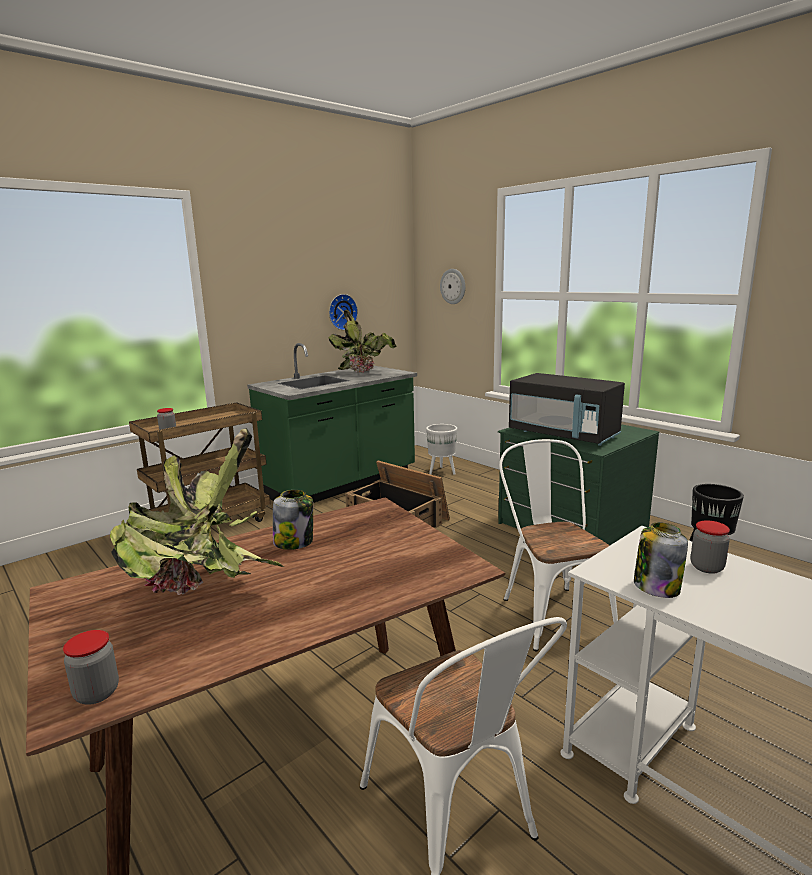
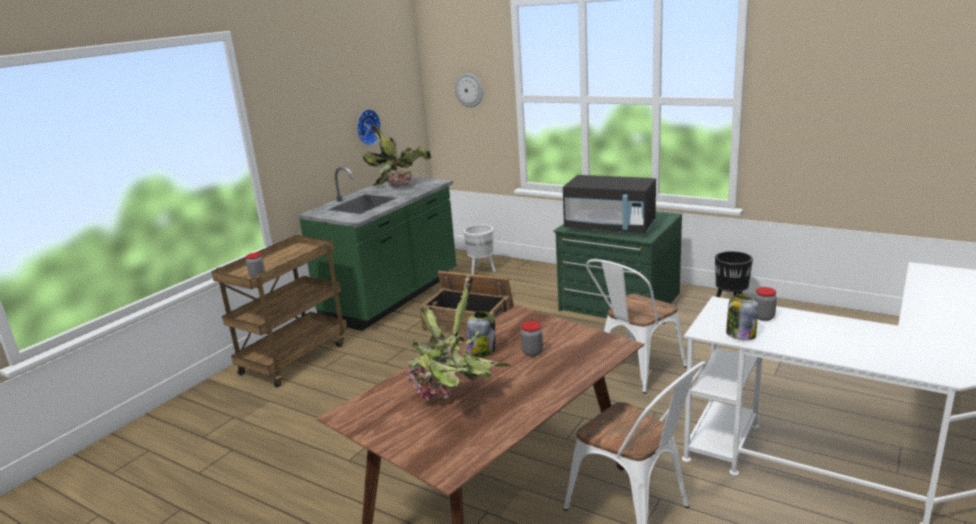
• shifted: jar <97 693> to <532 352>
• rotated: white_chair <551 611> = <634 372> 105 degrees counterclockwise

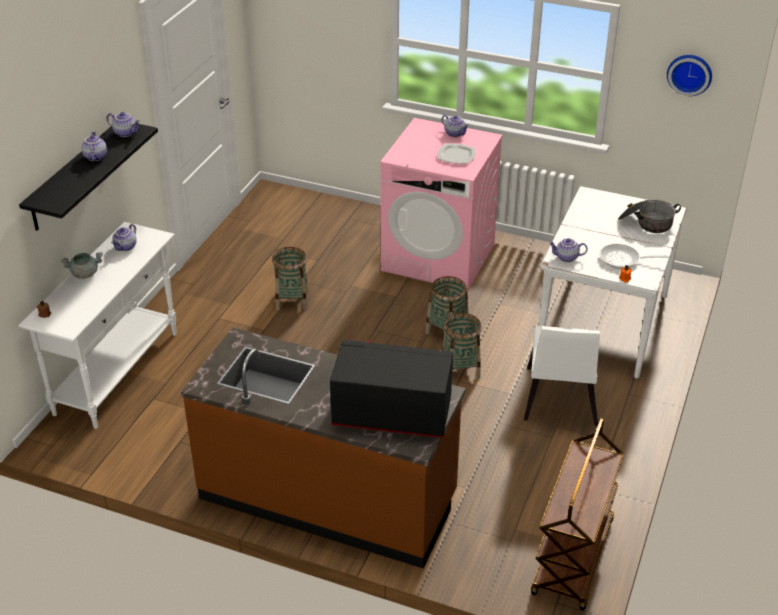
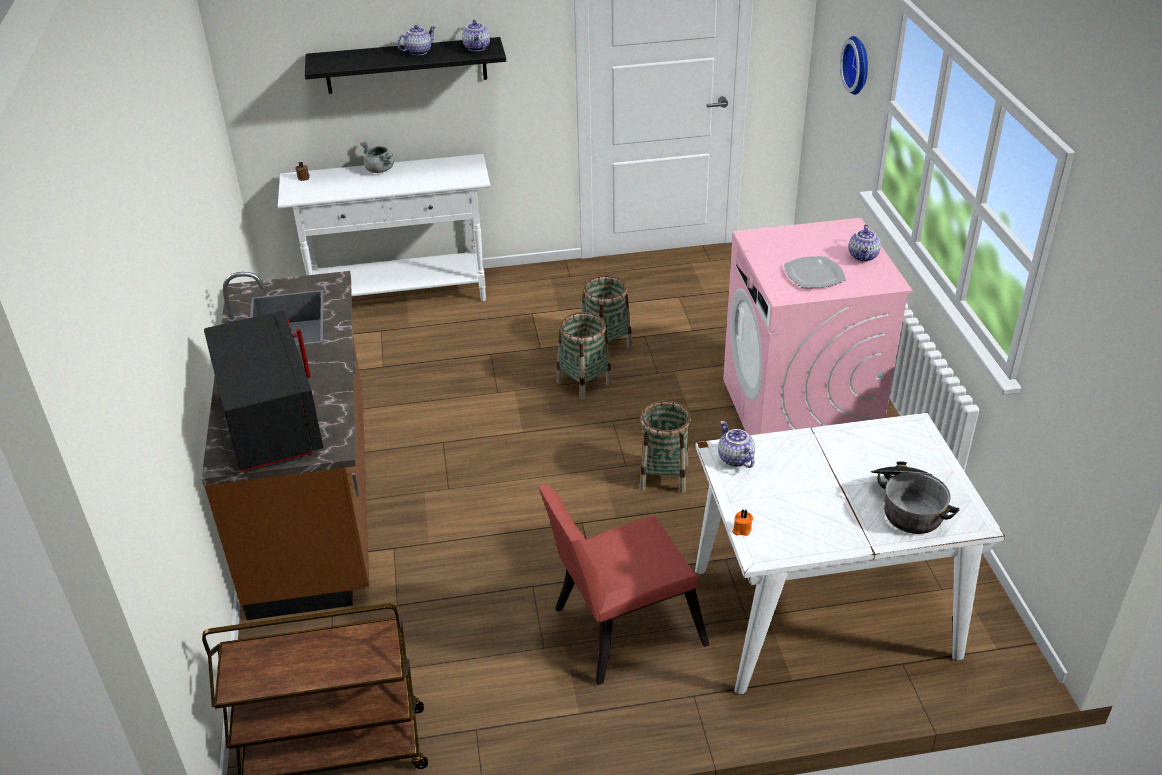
• repainted: white_chair <559 401> to red_chair <620 628>
• shifted: basket <460 369> to <584 383>
• shifted: wall_clock <690 73> to <859 65>
• gone: teapot <126 247>
• gone: frying_pan <623 259>

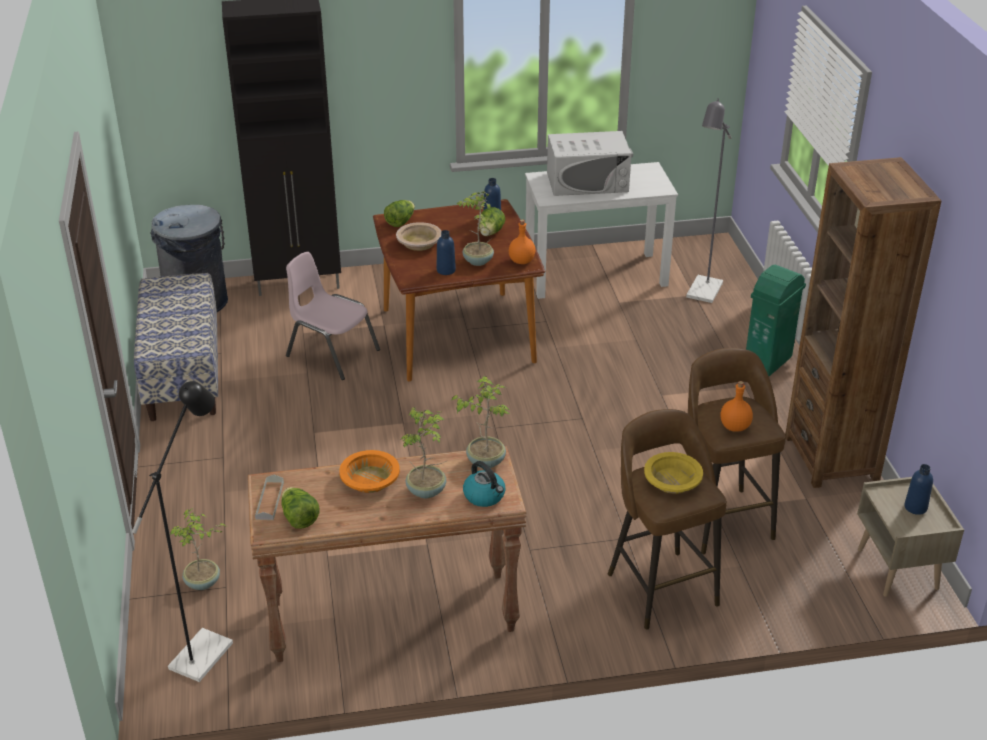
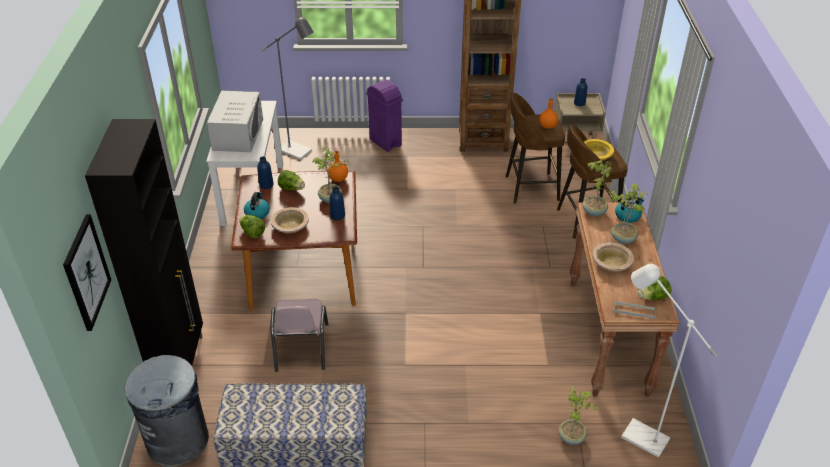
• new: picture <86 272>
• new: kettle <257 213>
• rotated: pink_chair <332 353> = <301 347> 45 degrees counterclockwise
• repainted: green_trash_can <768 361> to purple_trash_can <385 142>
• repainted: orange_bowl <370 479> to beige_bowl <611 262>
• repainted: black_floor_lamp <208 647> to white_floor_lamp <637 434>

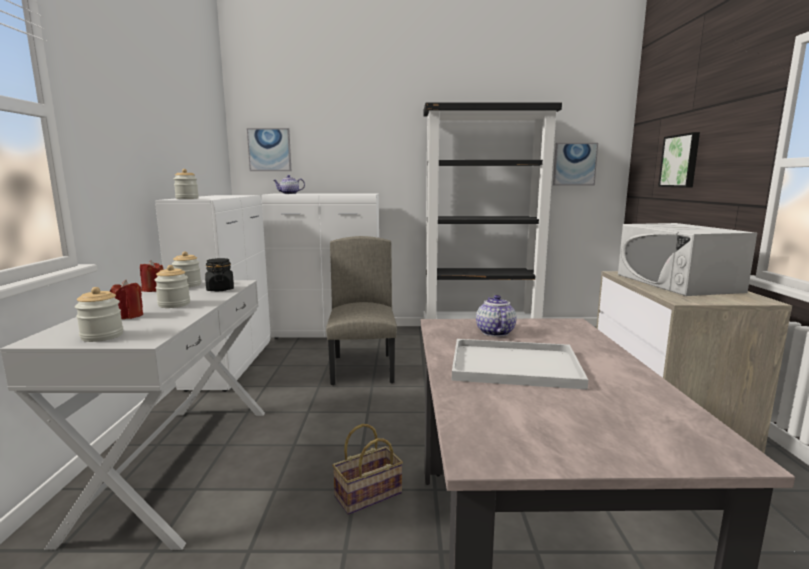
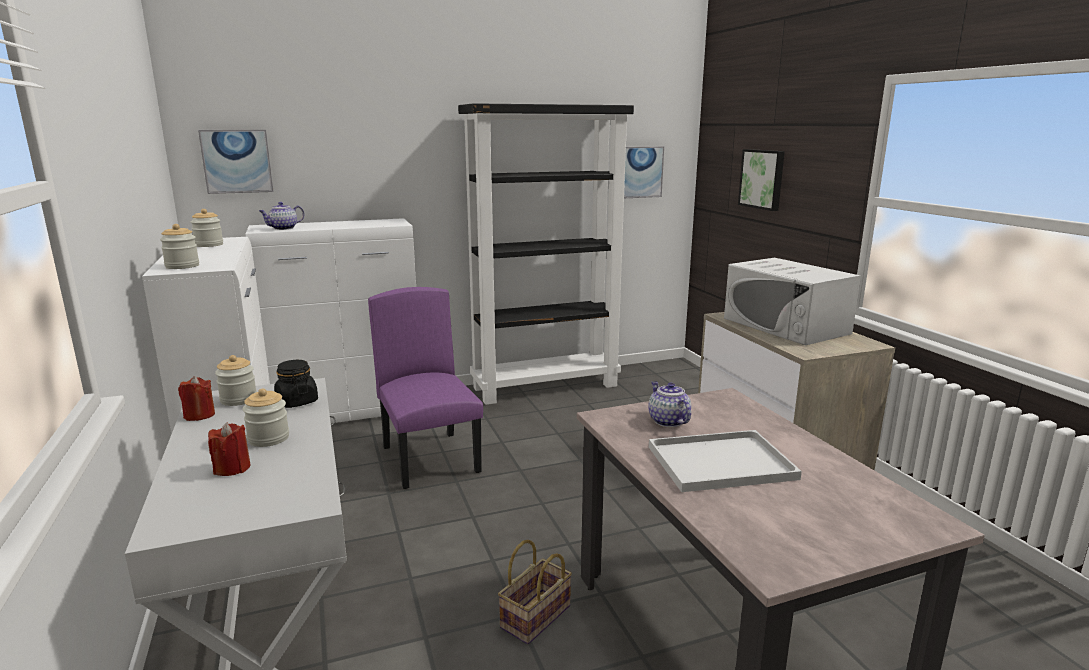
• shifted: jar <102 336> to <209 245>
• repainted: beige_chair <363 369> to purple_chair <431 459>

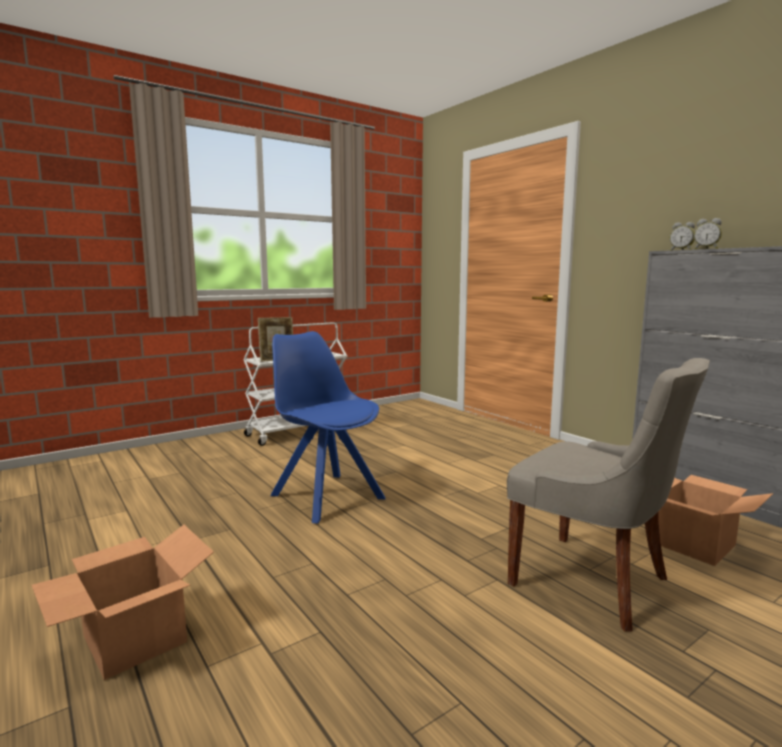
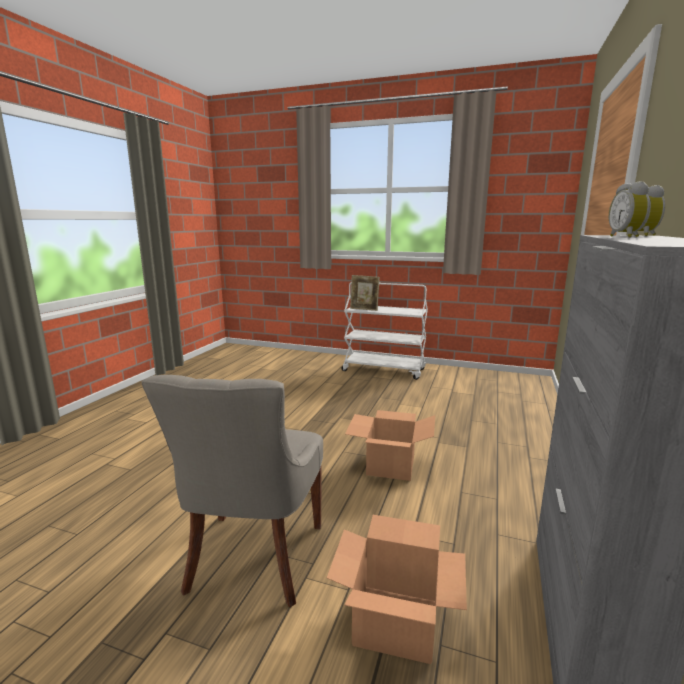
• shifted: cardboard_box <136 639> to <391 466>
• gone: blue_chair <325 496>

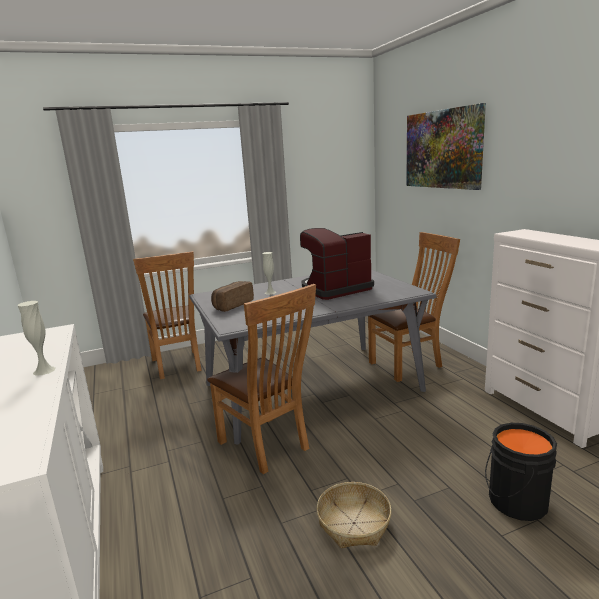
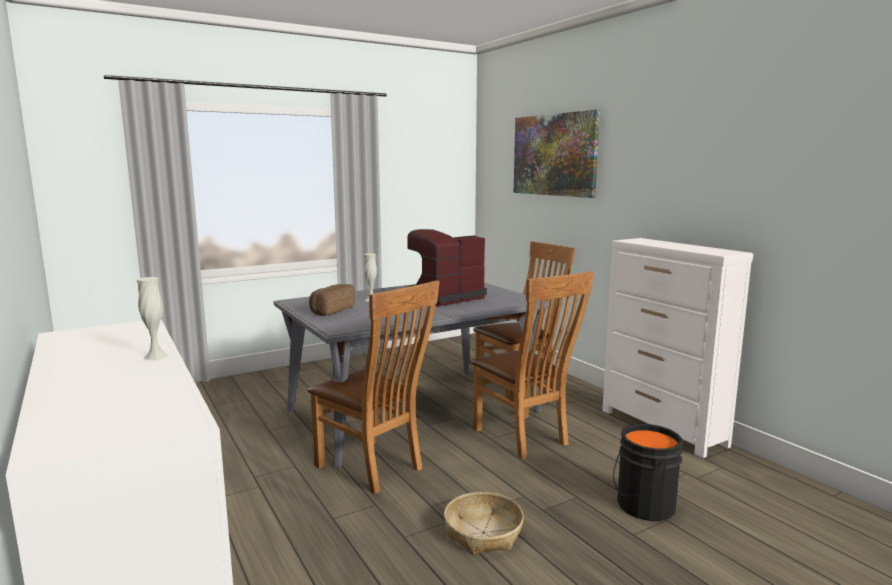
• shifted: brown_chair <177 366> to <524 438>

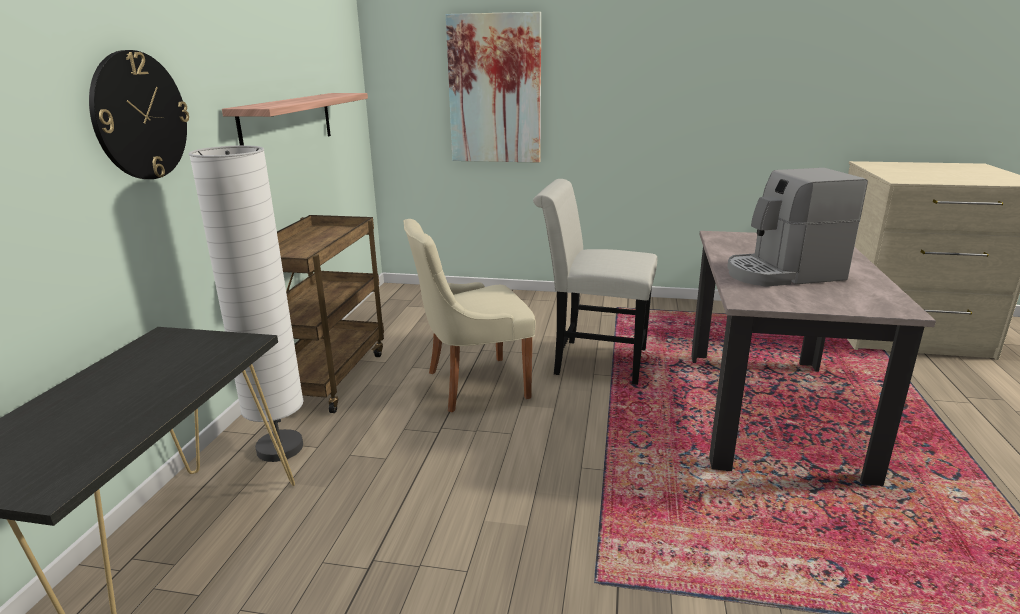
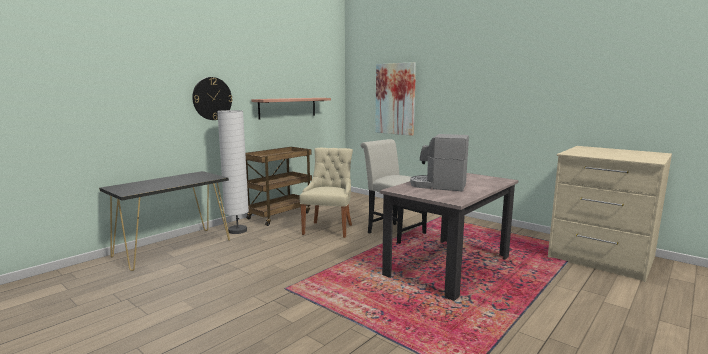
• rotated: beige_chair <473 384> = <329 229> 90 degrees clockwise

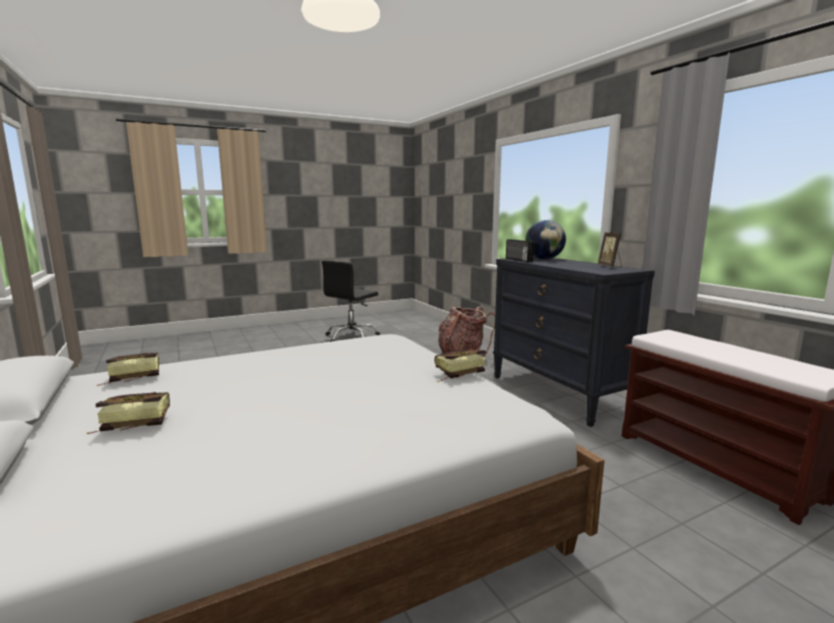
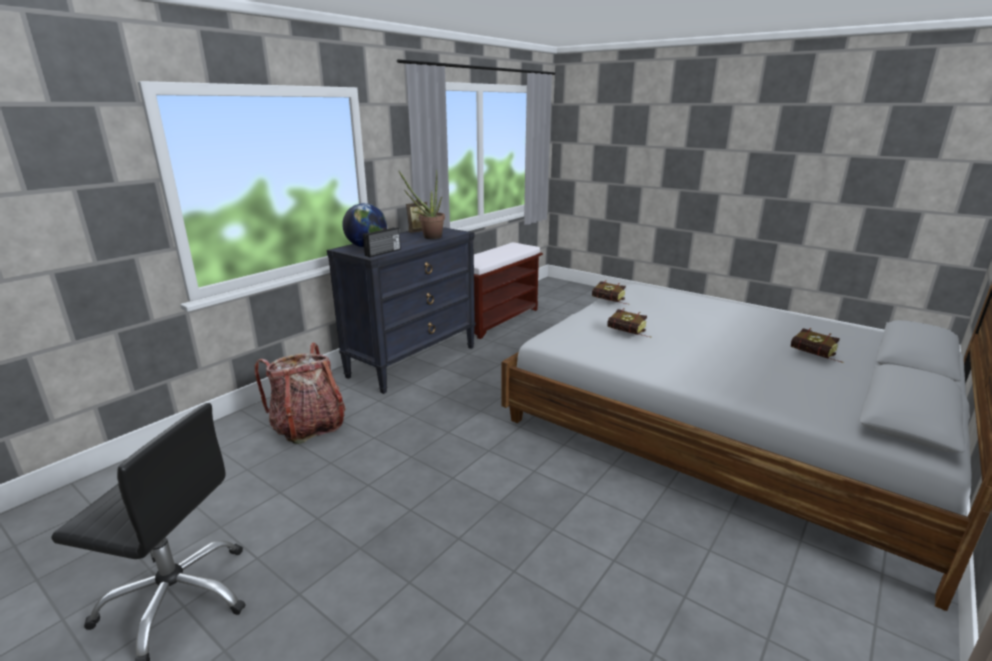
• new: potted_plant <428 237>
• shifted: book <129 379> to <629 334>

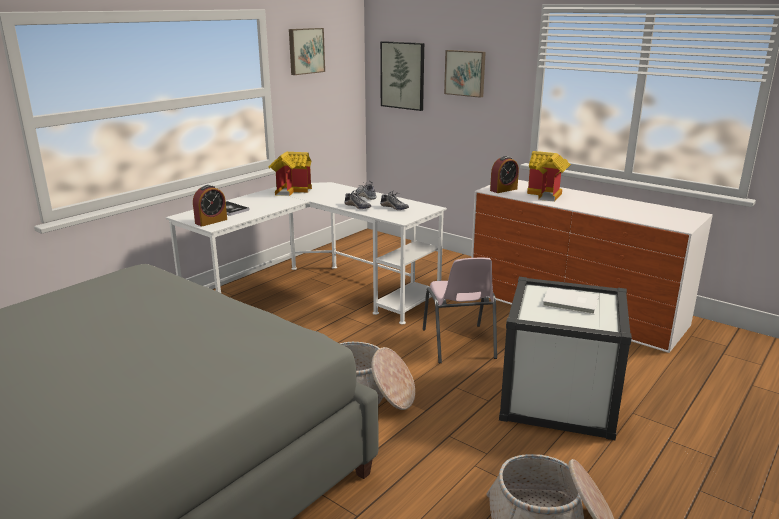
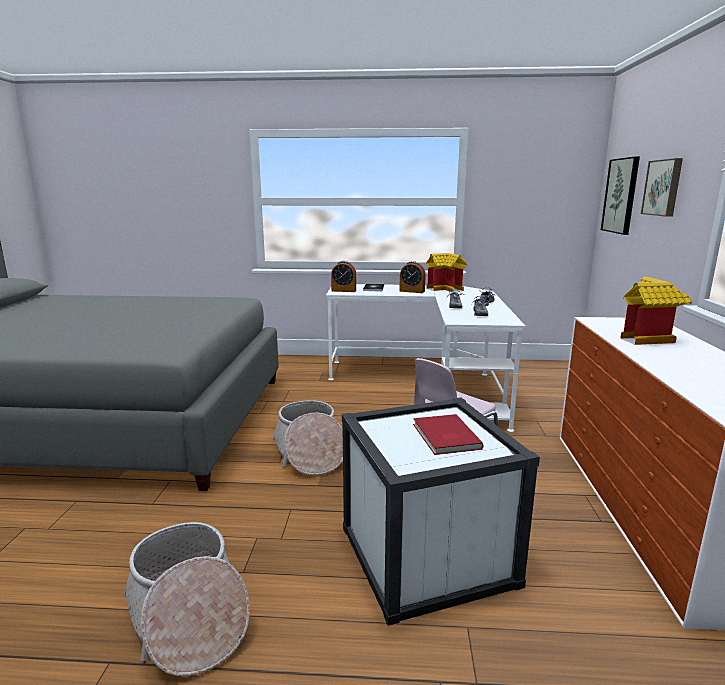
• shifted: alarm_clock <503 189> to <412 291>
• repainted: white_book <571 303> to red_book <444 437>
• gone: picture <305 51>

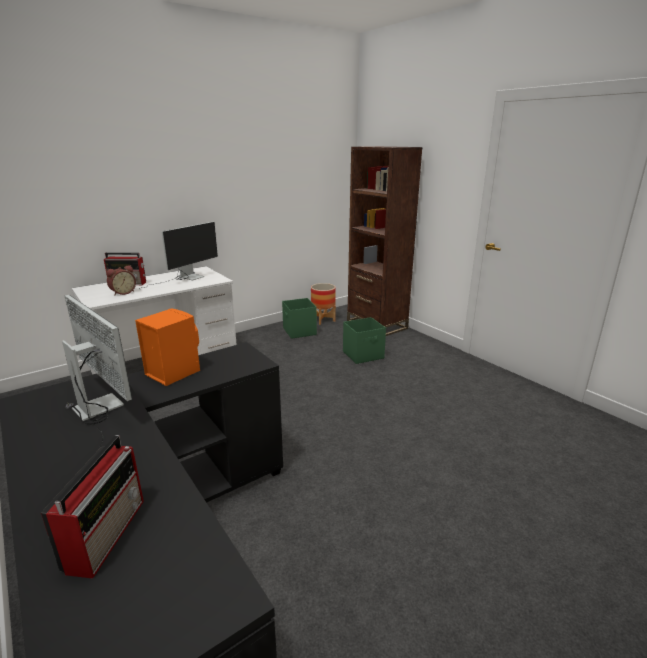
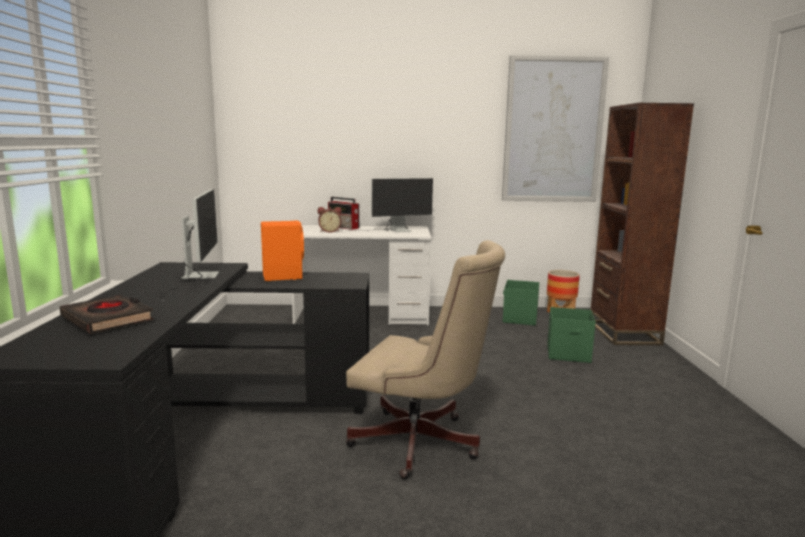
• swapped: radio <107 532> to black_book <108 320>
• new: beige_office_chair <422 445>
• new: picture <553 130>

